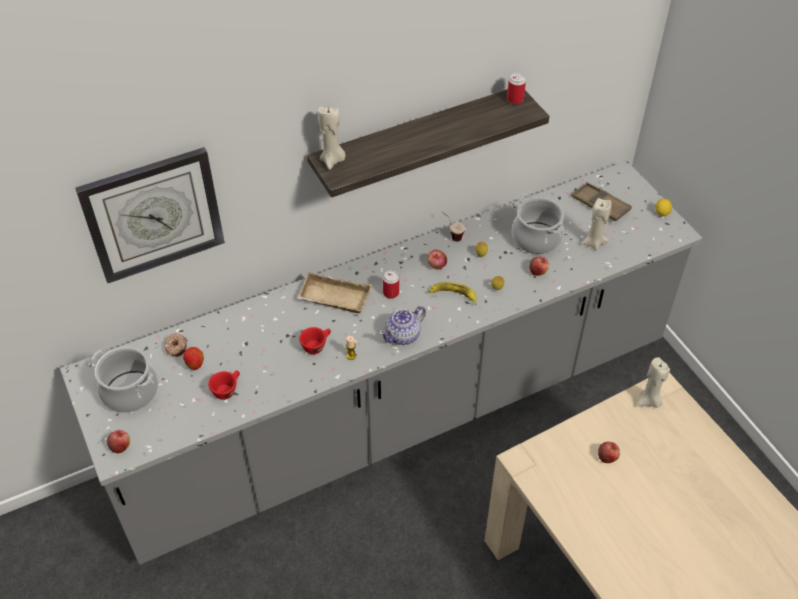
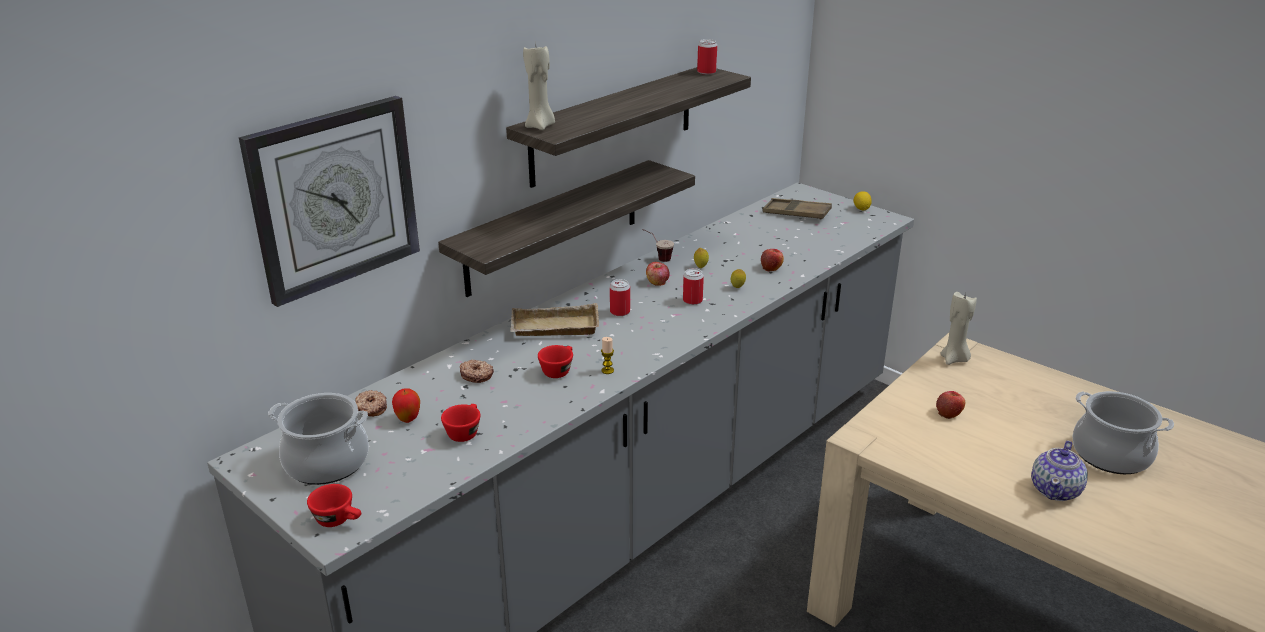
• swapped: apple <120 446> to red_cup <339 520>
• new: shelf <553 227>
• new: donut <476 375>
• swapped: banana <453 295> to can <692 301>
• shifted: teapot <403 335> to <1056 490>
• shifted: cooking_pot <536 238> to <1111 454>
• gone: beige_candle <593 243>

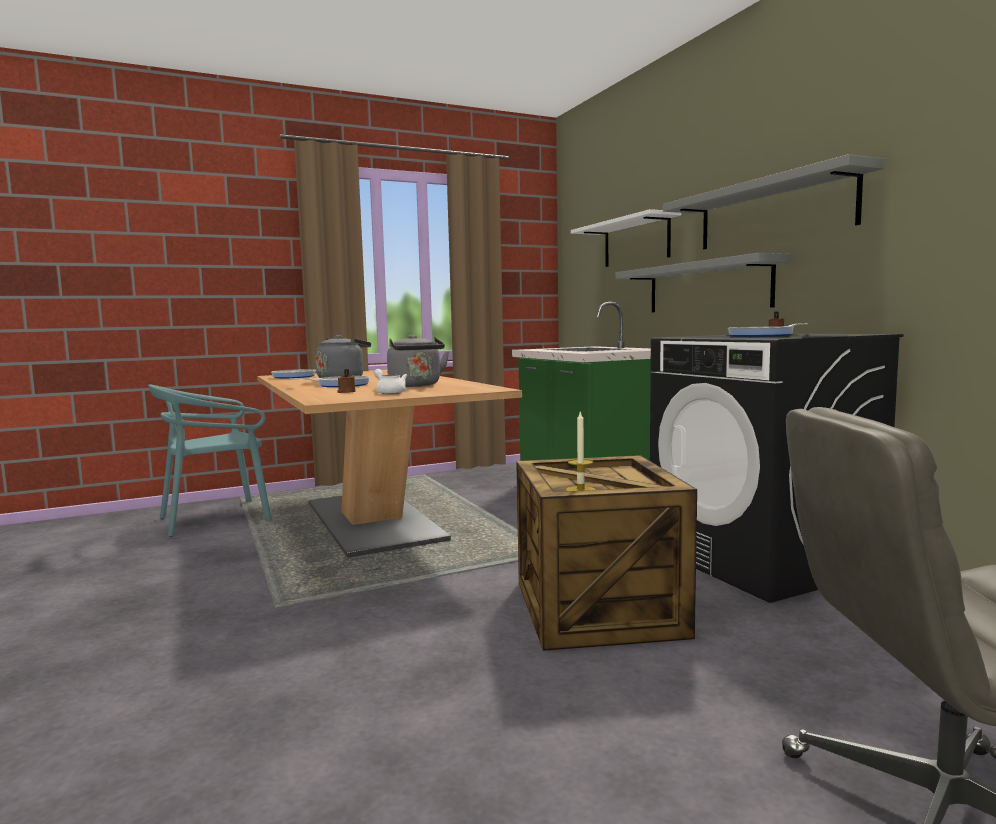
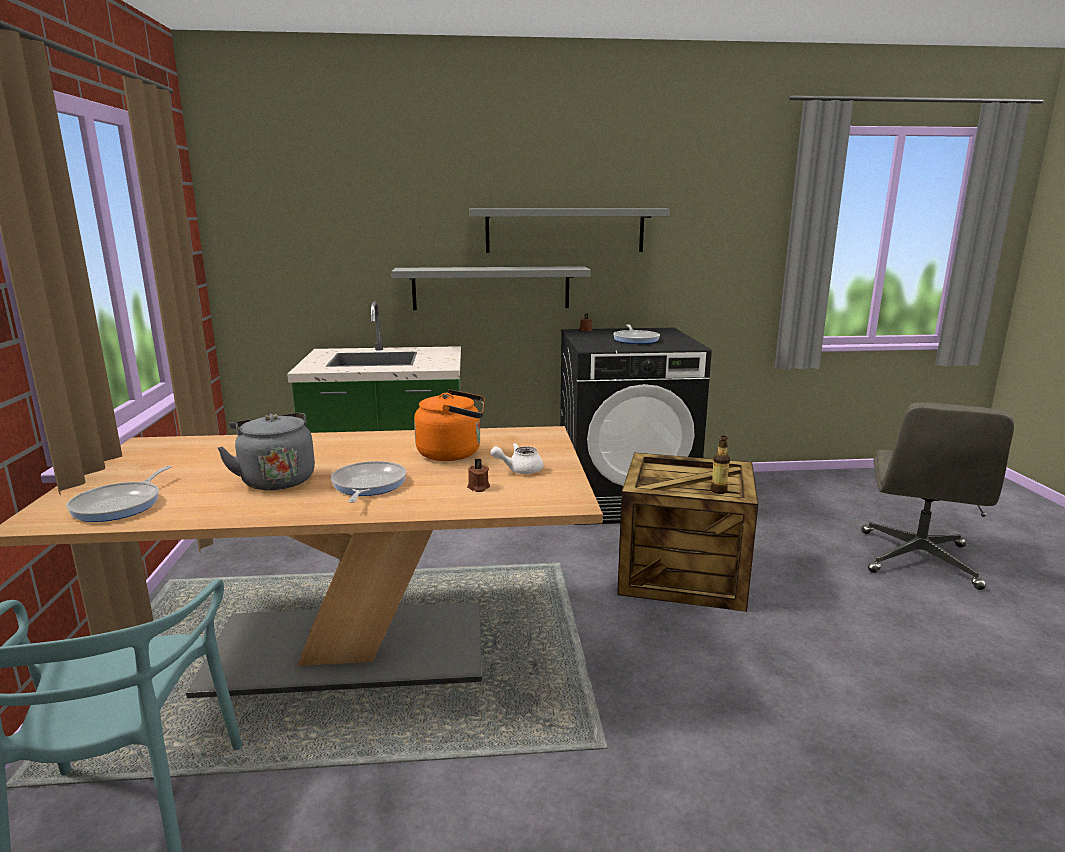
• repainted: grey_kettle <416 386> to orange_kettle <453 453>
• swapped: candle <580 490> to bottle <718 491>
• gone: white_shelf <636 242>

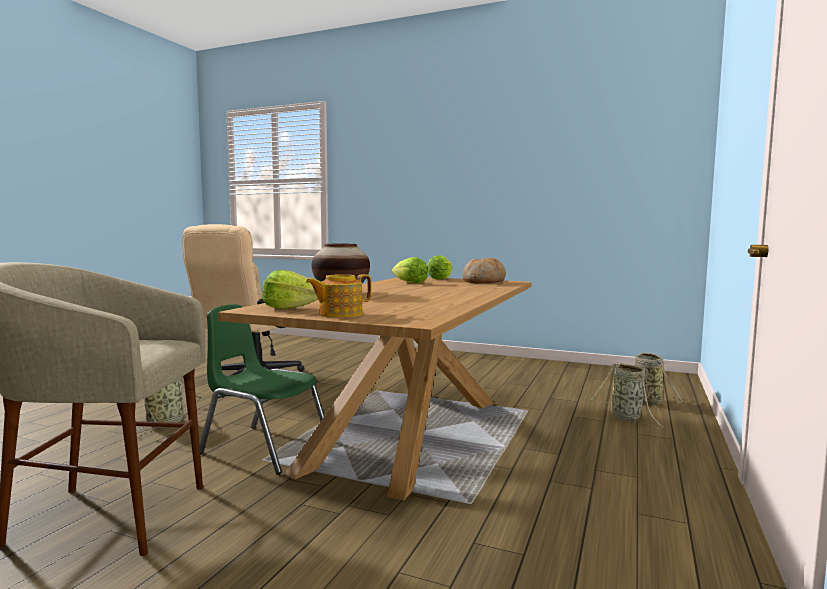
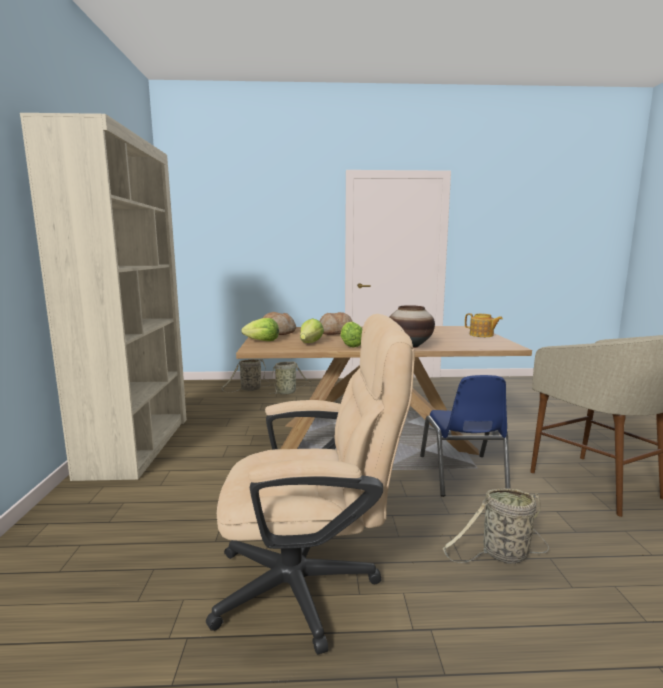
• new: beige_bookcase <137 445>
• new: bread <335 332>
• shifted: lettuce <290 308> to <350 345>
• repainted: green_chair <265 447> to blue_chair <462 475>

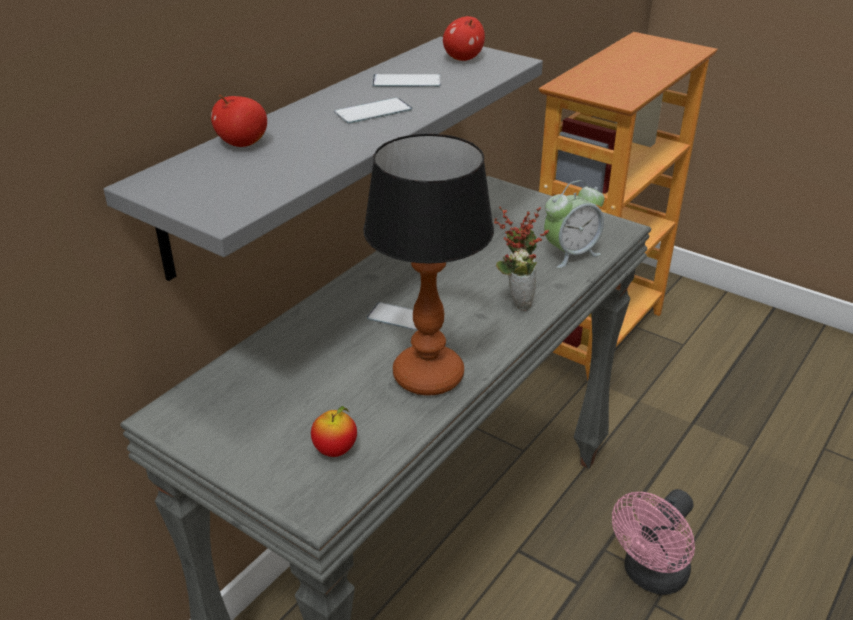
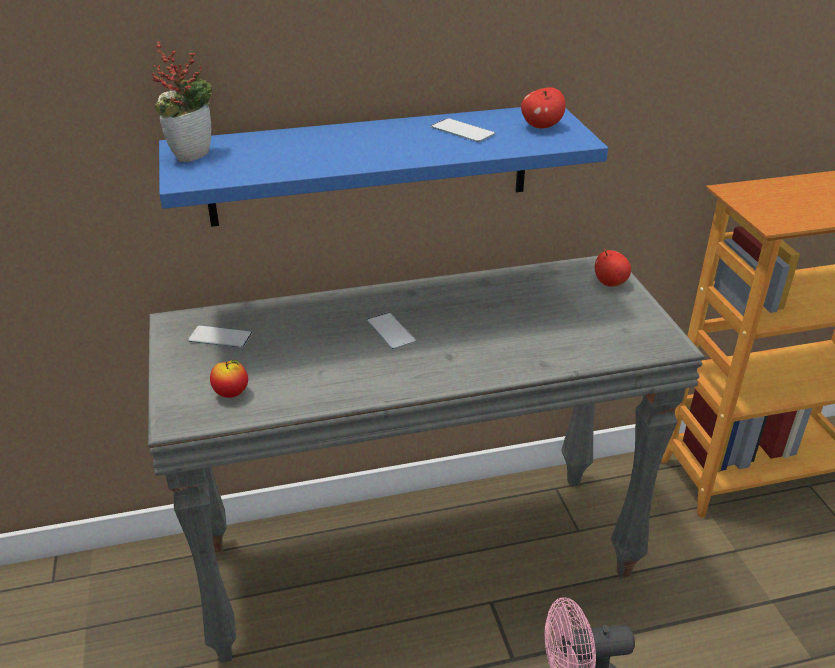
• shifted: potted_plant <516 299> to <192 154>
• repainted: grey_shelf <305 150> to blue_shelf <370 165>
• shifted: phone <373 111> to <220 337>
• shifted: apple <242 143> to <610 283>
• gone: table_lamp <429 375>
• gone: alarm_clock <570 254>

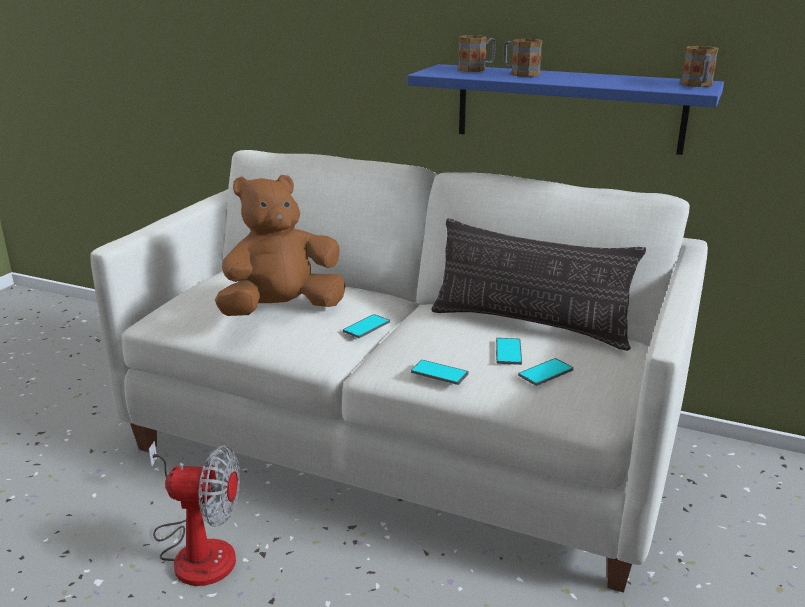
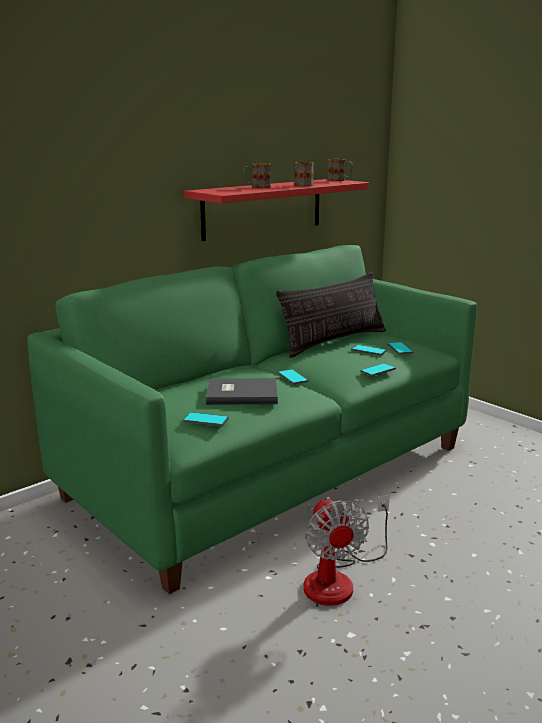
• repainted: white_sofa <403 441> to green_sofa <270 472>
• new: phone <206 420>
• repainted: blue_shelf <568 108> to red_shelf <263 208>
• swapped: brown_plush_toy <282 310> to grey_book <241 393>
• shifted: mug <477 69> to <303 185>
• rotated: fan <197 549> = <339 579> 135 degrees clockwise

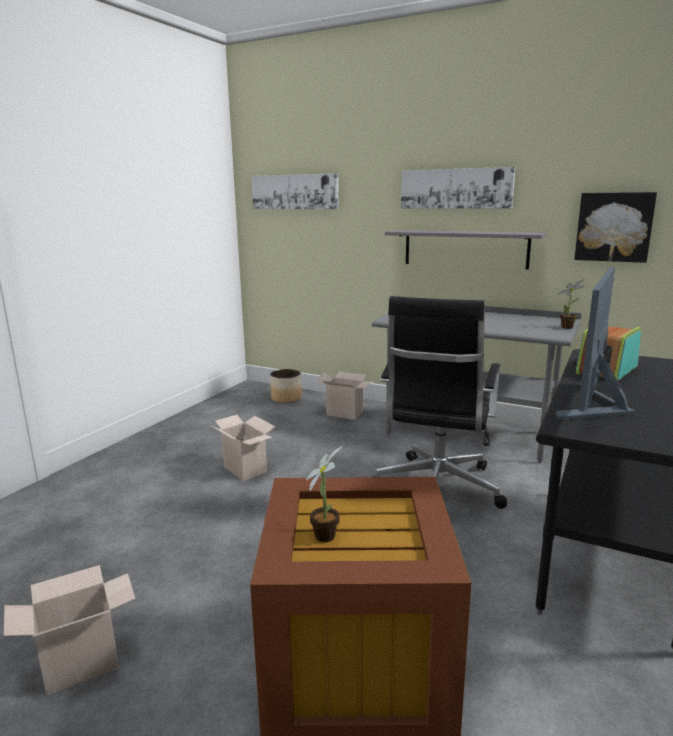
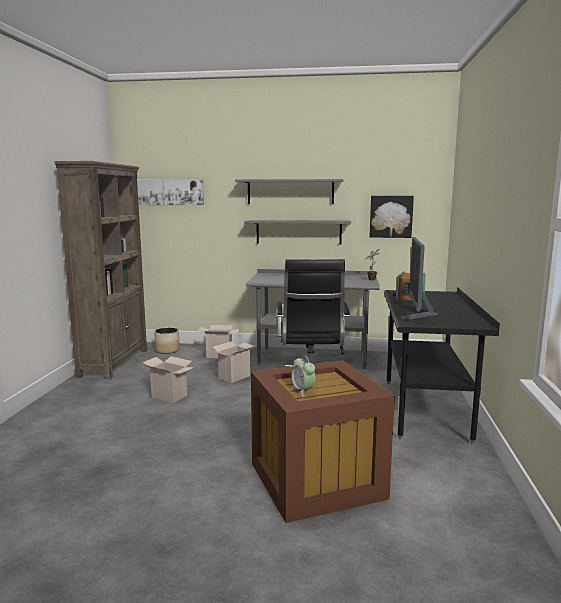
• new: brown_bookcase <114 362>
• shifted: cardboard_box <83 662> to <234 376>
• swapped: picture <456 188> to grey_shelf <290 192>
• swapped: potted_plant <326 534> to alarm_clock <303 391>

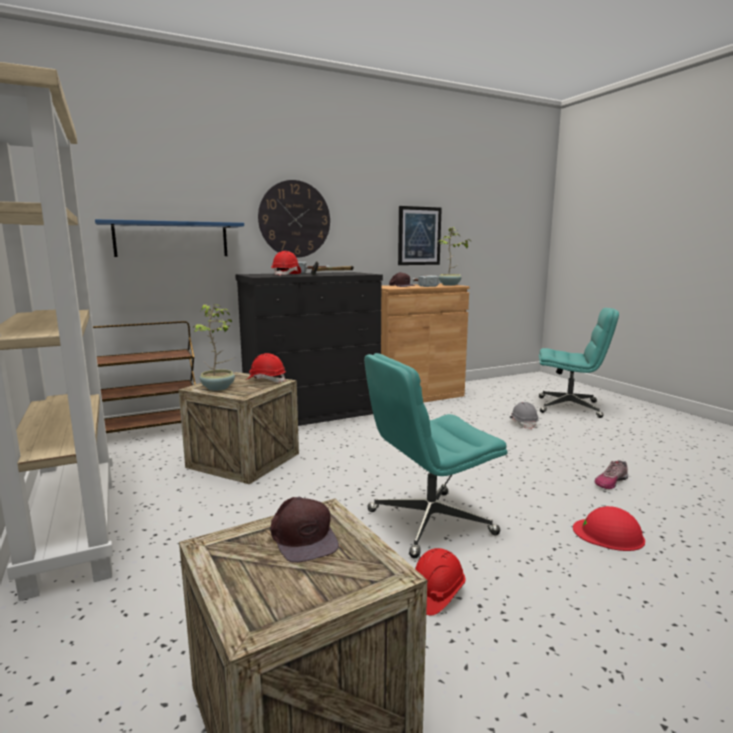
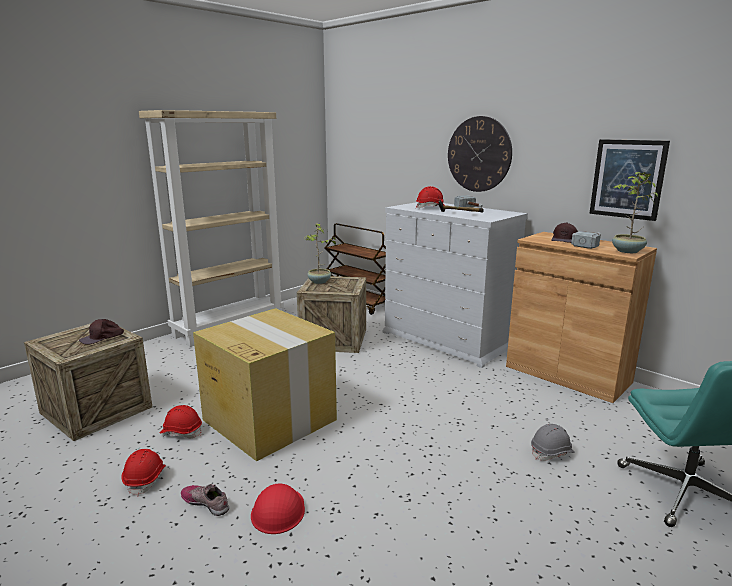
• shifted: red_hard_hat <266 380> to <146 479>
• shifted: shoe <610 482> to <206 503>
• swapped: turquoise_office_chair <429 523> to cardboard_box <268 419>
• repainted: black_dresser <312 414> to white_dresser <448 339>
• gone: blue_shelf <171 239>

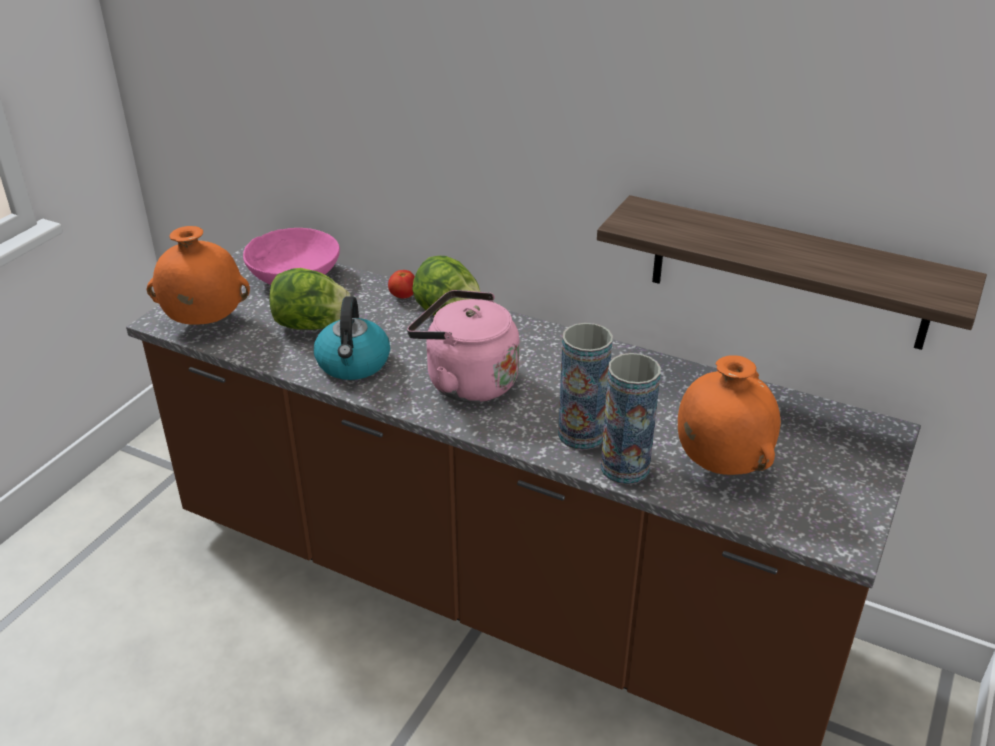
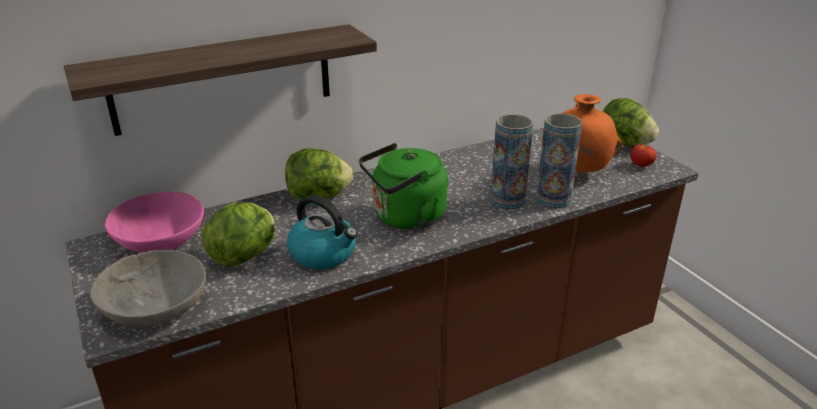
• shifted: shelf <788 273> to <223 79>
• swapped: orange_vase <204 322> to grey_bowl <154 308>
• repainted: pink_kettle <466 381> to green_kettle <405 218>
• new: lettuce <624 143>
• shifted: tomato <403 296> to <641 165>

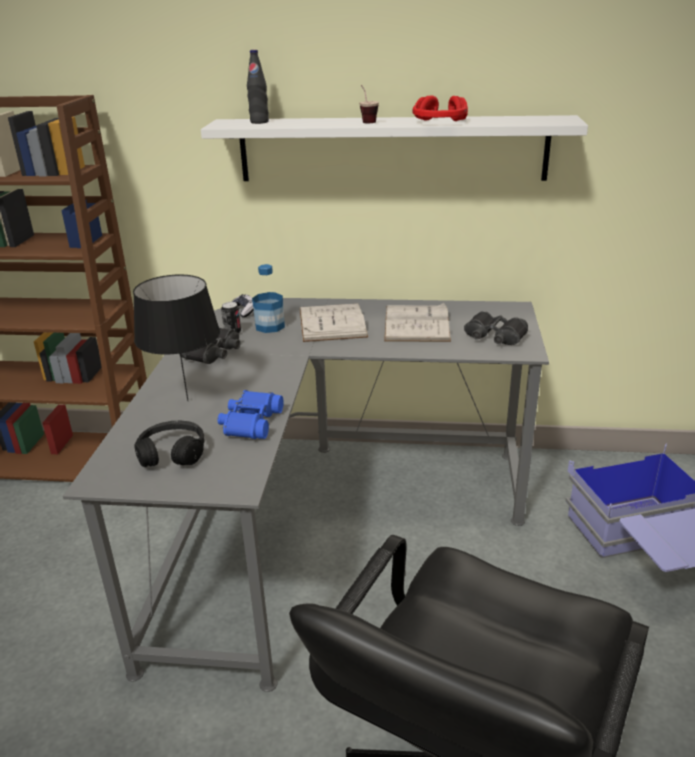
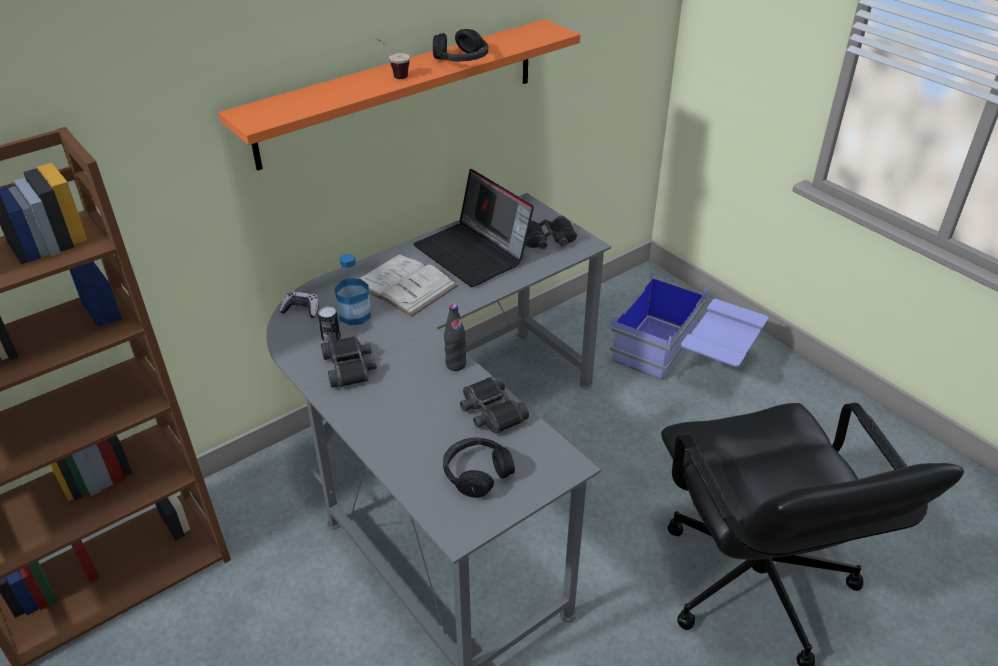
• repainted: white_shelf <391 149> to orange_shelf <400 92>
• swapped: white_book <417 323> to laptop <474 253>
• repainted: red_headphones <439 122> to black_headphones <461 59>
• shifted: black_bottle <259 122> to <455 364>
• repainted: blue_binoculars <250 422> to black_binoculars <491 412>
• gone: black_table_lamp <186 401>

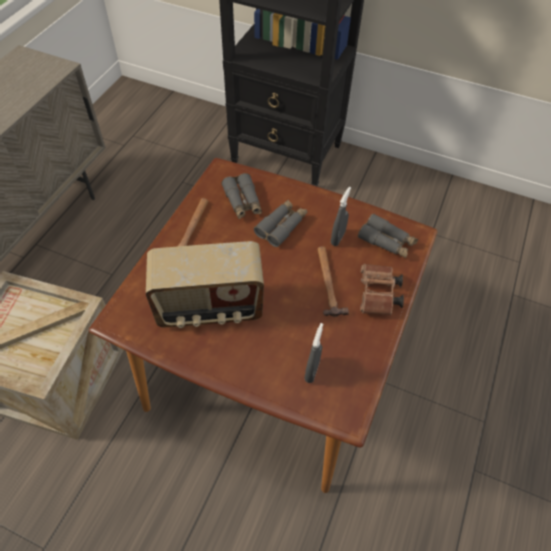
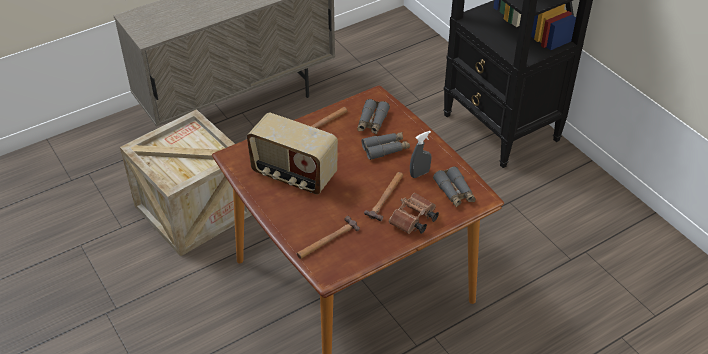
• swapped: grey_spray_bottle <312 371> to hammer <327 240>

